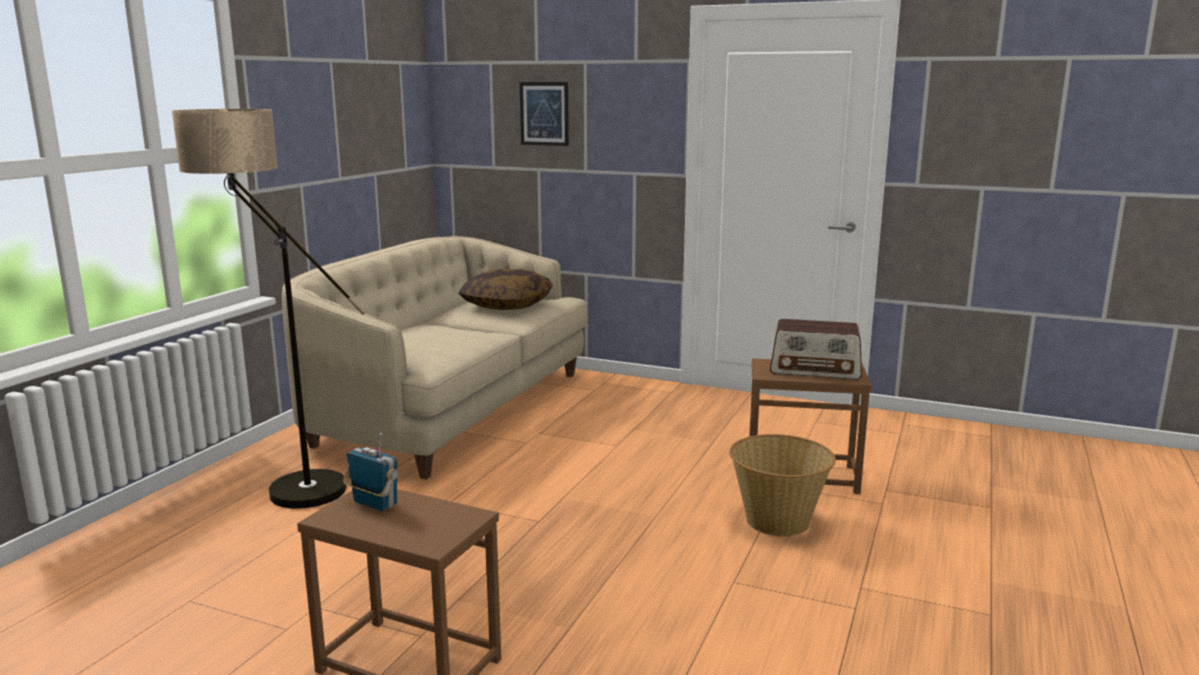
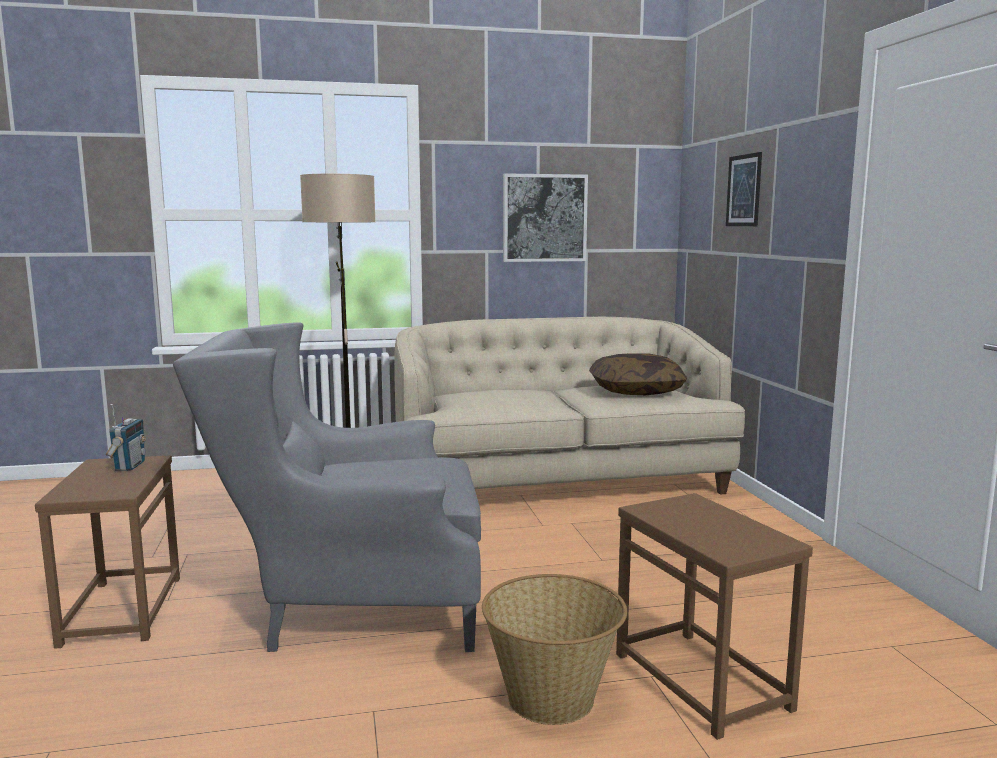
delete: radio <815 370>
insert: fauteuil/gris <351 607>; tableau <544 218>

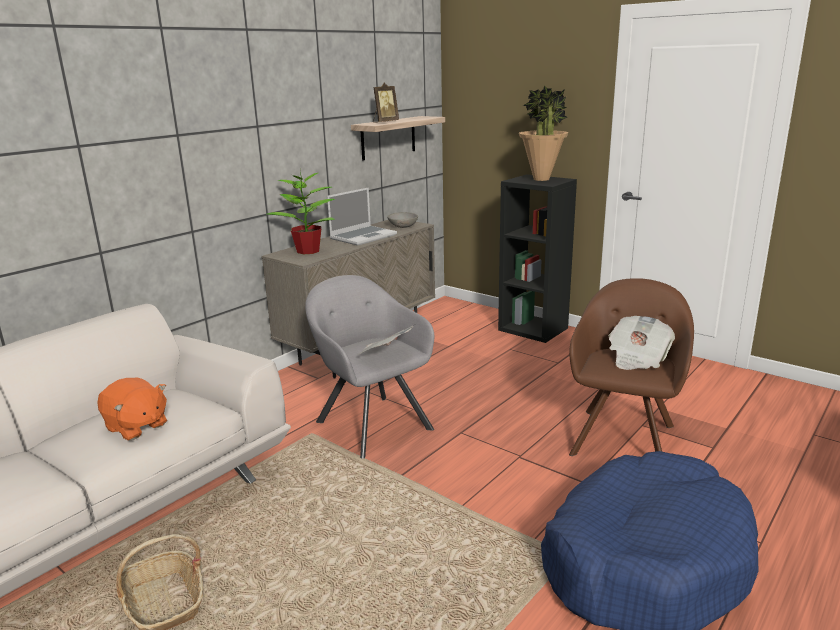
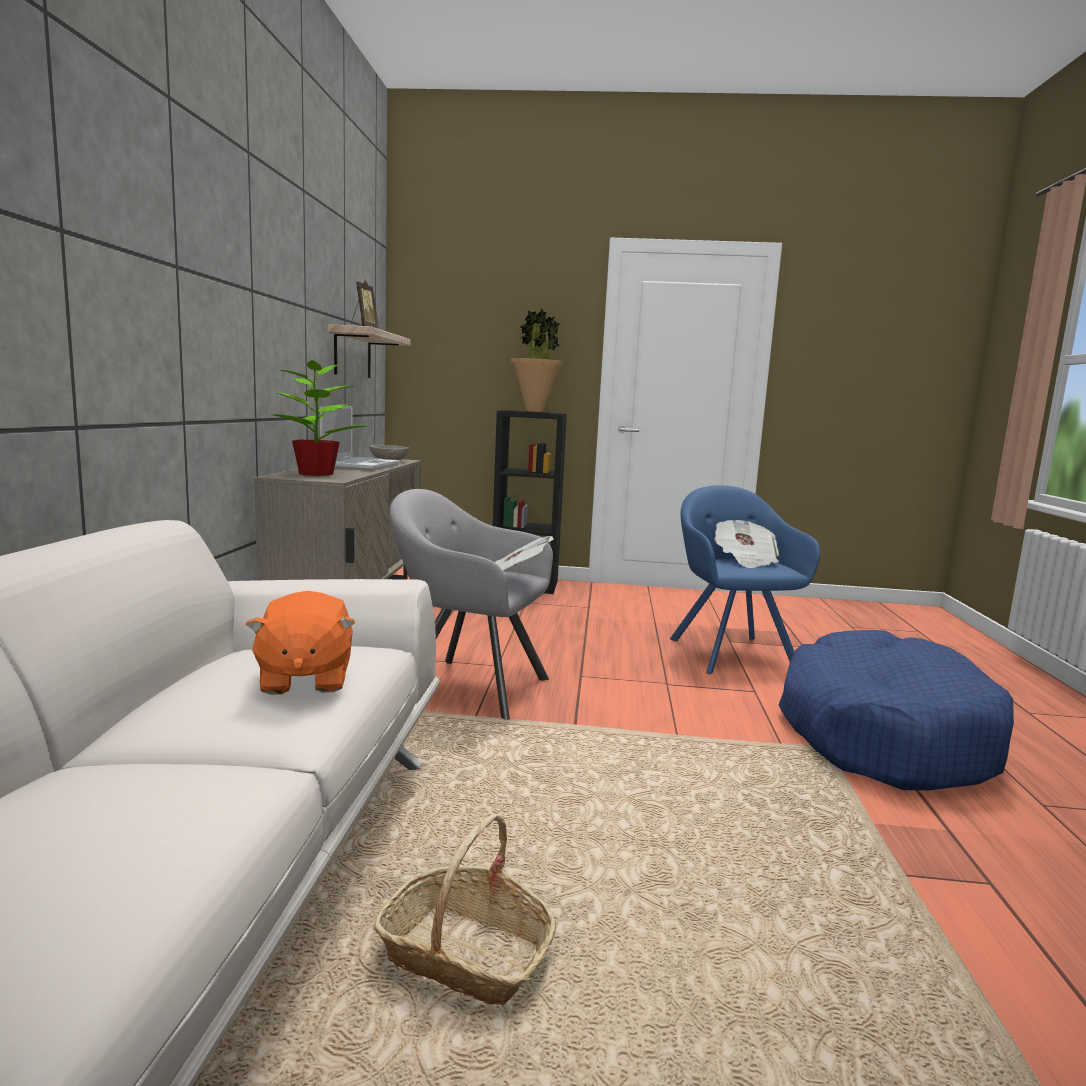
recolor: fauteuil/marron <624 436> to fauteuil/bleu <729 652>
rotate: peluche/orange <136 427> = <304 679> 75 degrees clockwise

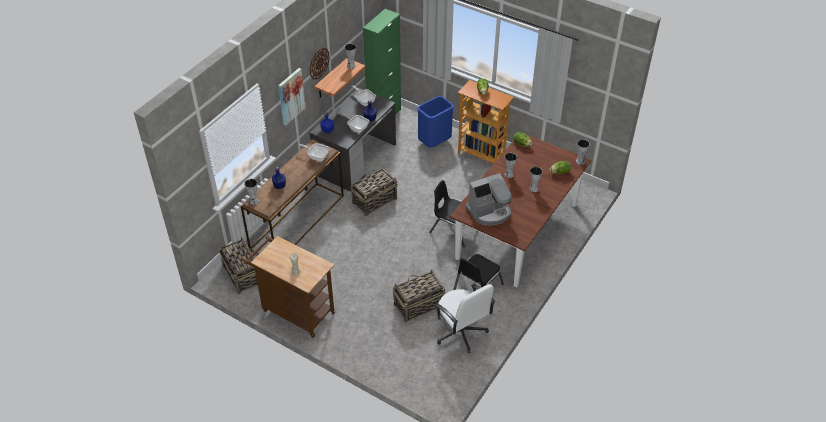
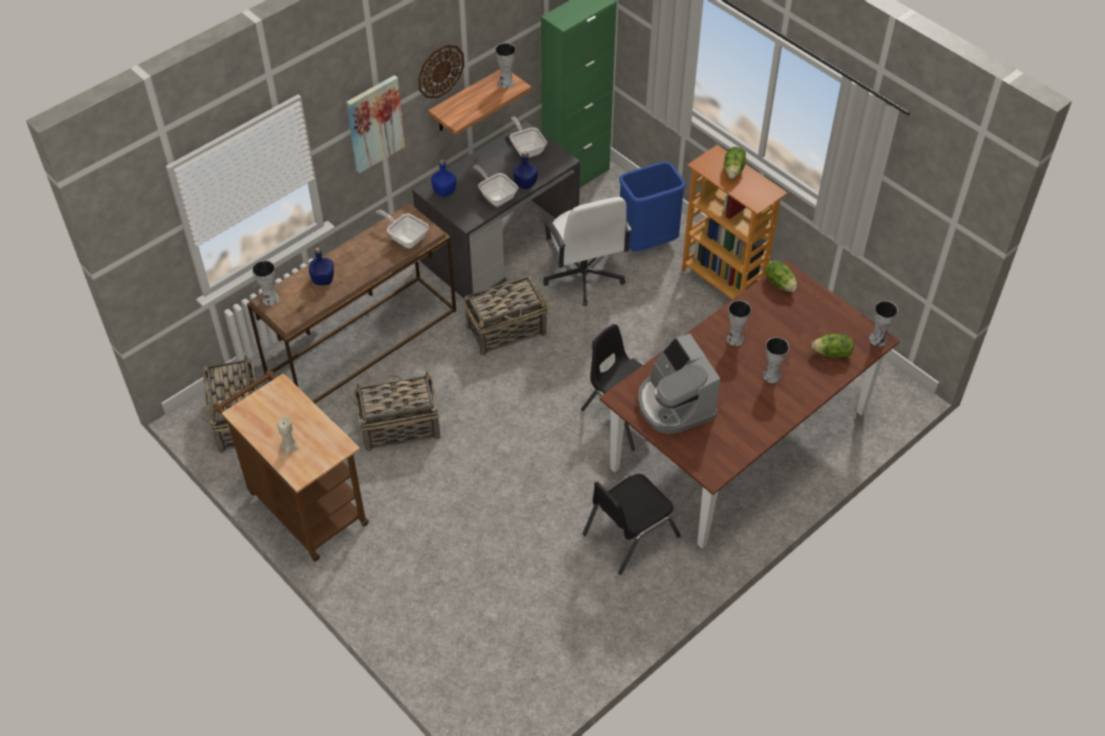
move: panier <418 305> to <399 427>; chaise de bureau/blanc <460 332> to <583 276>
rotate: machine à café <489 212> = <674 404> 75 degrees clockwise

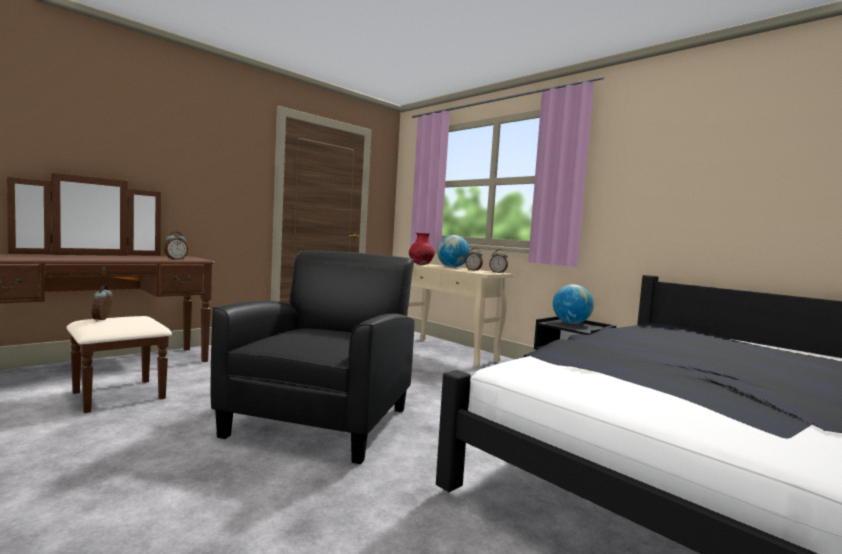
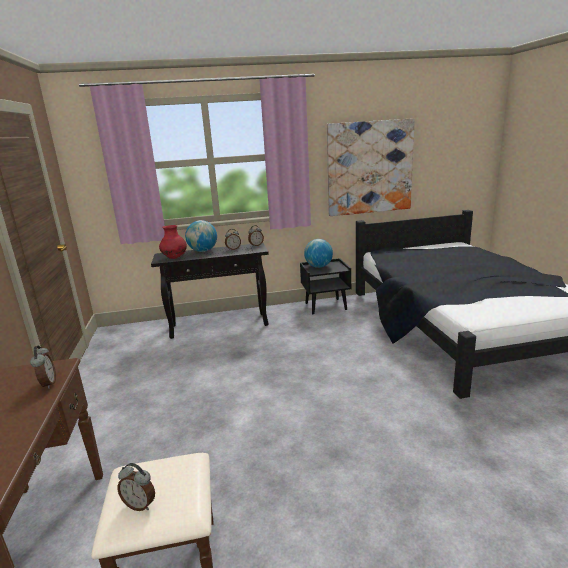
delete: fauteuil/noir <321 421>
insert: tableau <369 168>
recolor: table console/beige <447 352> to table console/noir <220 325>

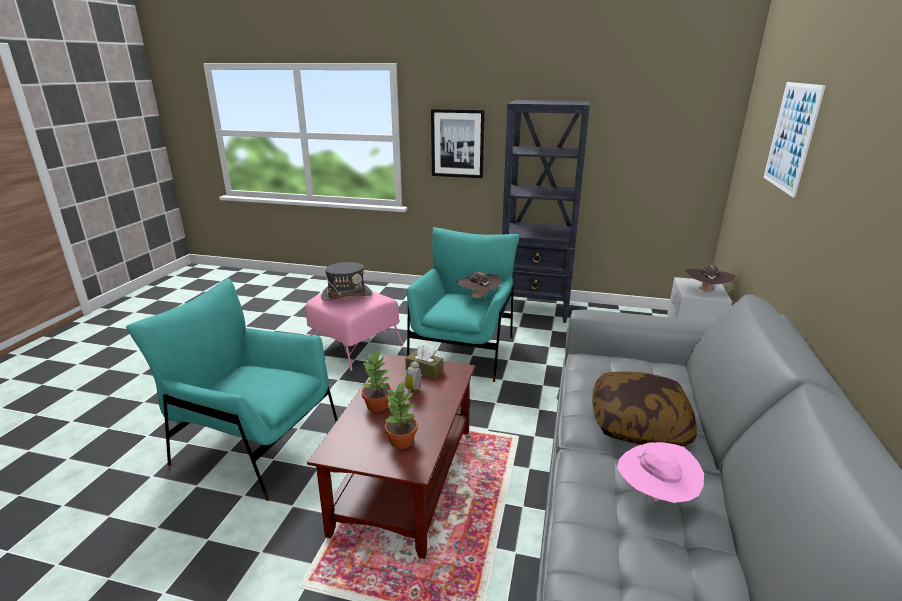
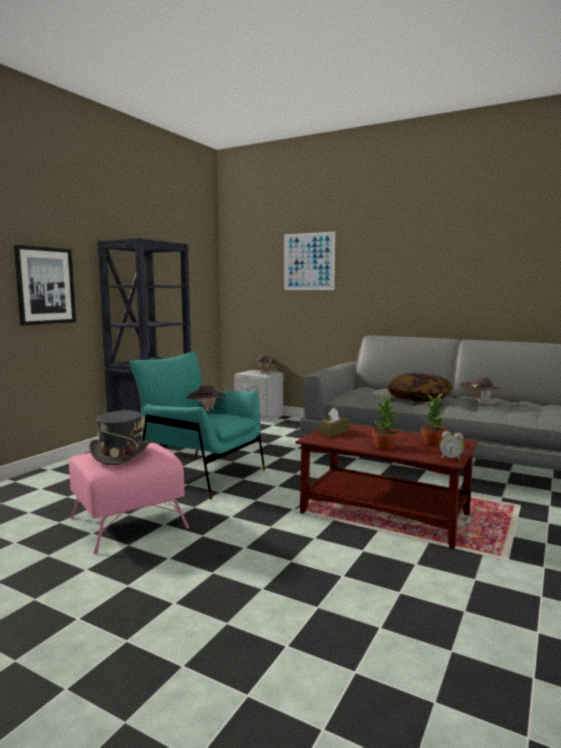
delete: fauteuil/turquoise <256 444>
move: réveil <414 390> to <451 459>
recolor: chapeau/rose <655 496> to chapeau/marron <481 403>

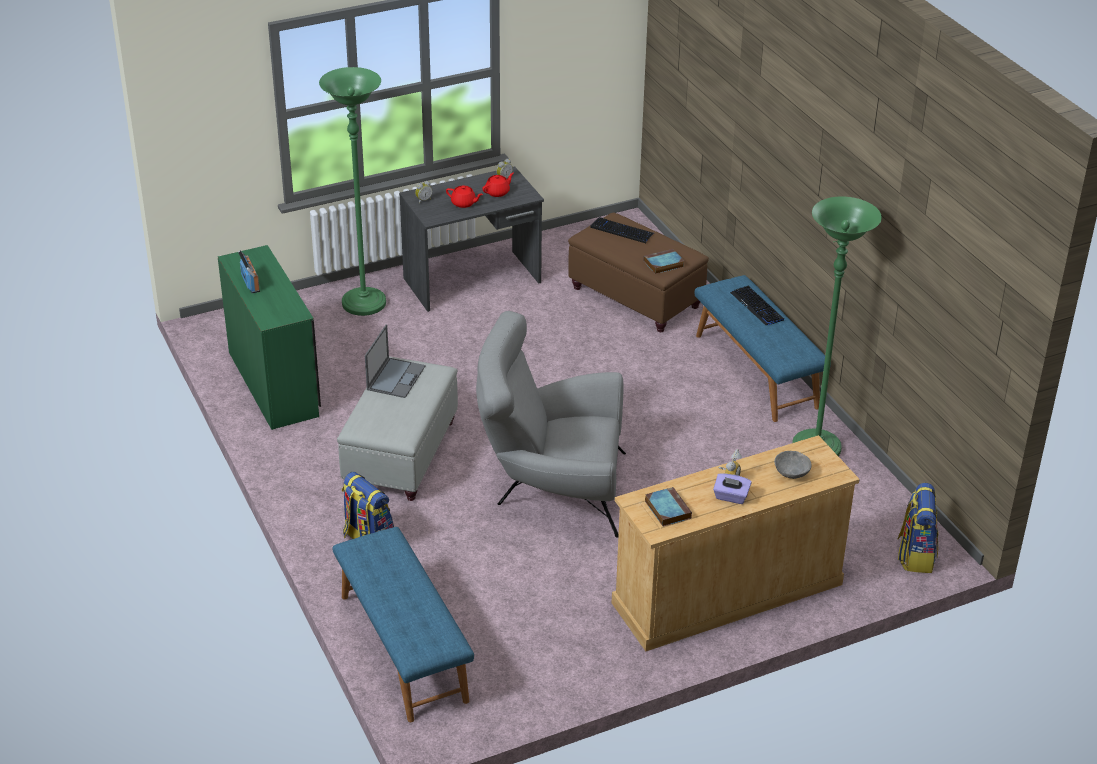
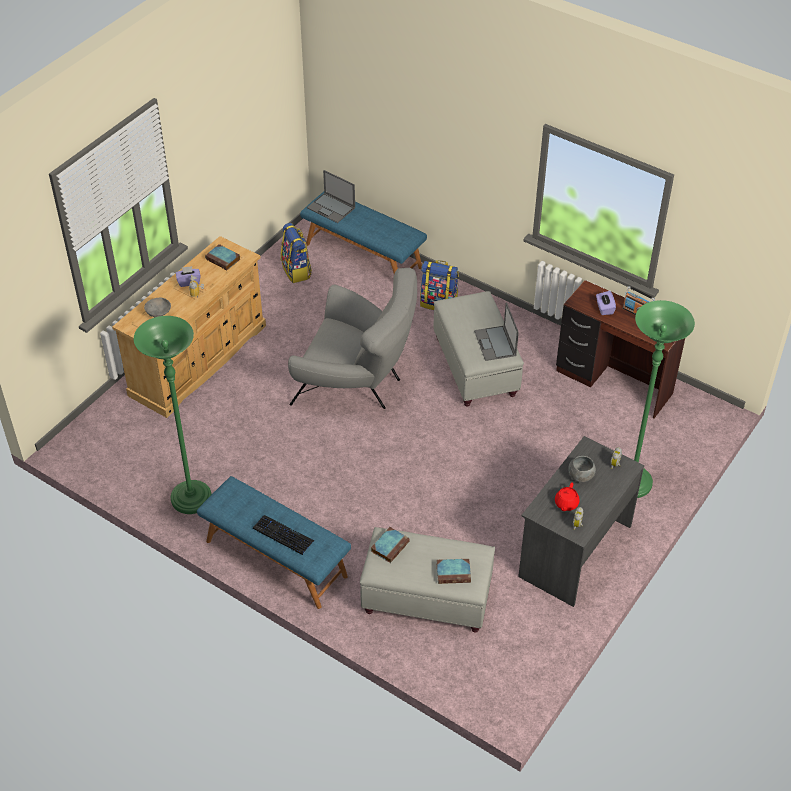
insert: ordinateur portable <331 208>; boîte à mouchoirs/violet <604 308>
move: sac à dos <915 555> to <297 271>
replace: théière/rouge <464 203> to bol/gris <580 476>; clavier <622 231> to livre <454 573>
recolor: bureau/vert <275 383> to bureau/marron <613 383>; pouf/marron <635 297> to pouf/gris <427 598>
rotate: fauteuil/gris <551 490> = <357 384> 45 degrees clockwise

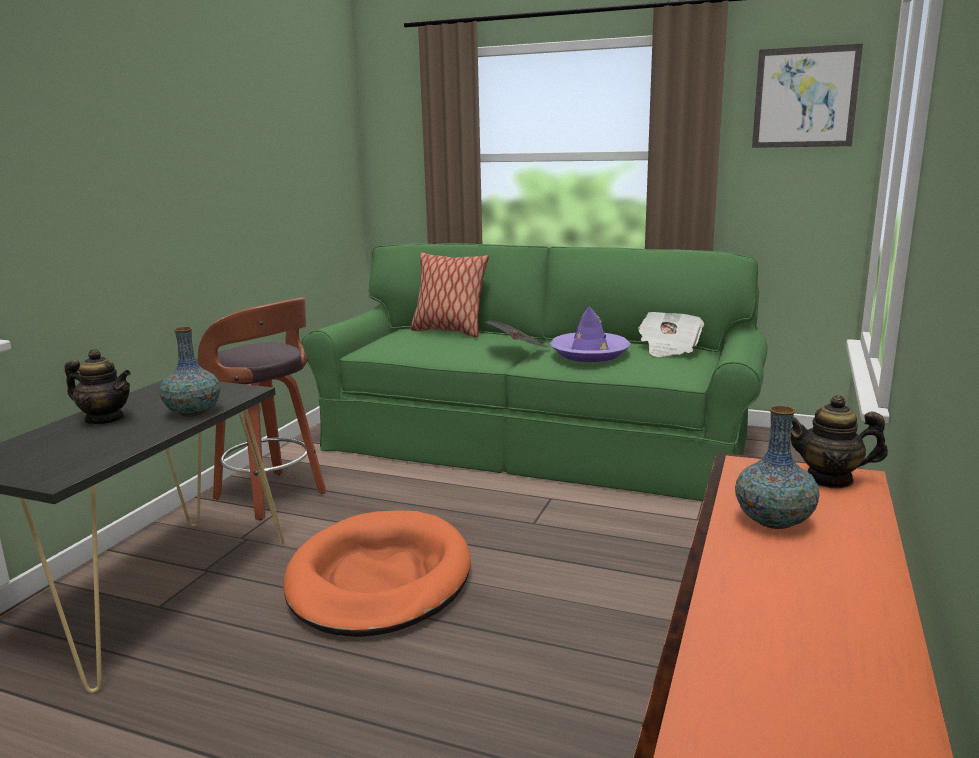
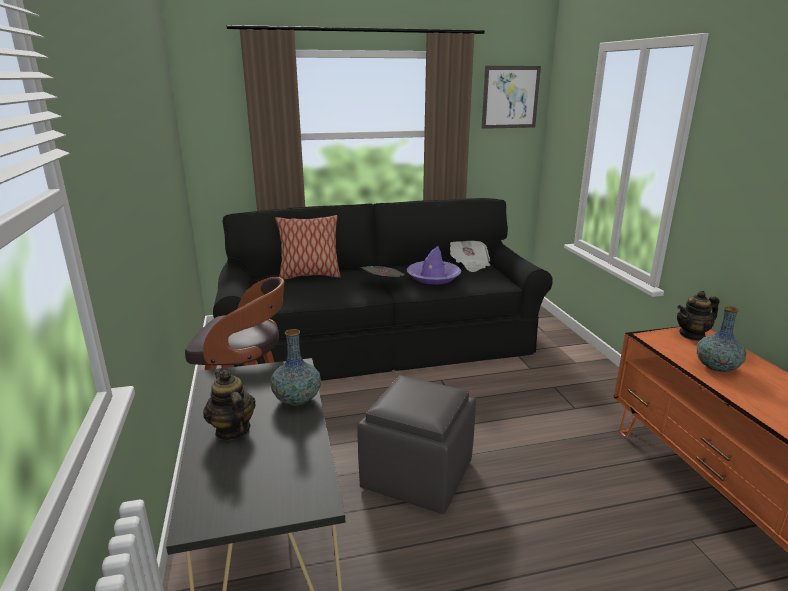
replace: panier pour chien/orange <379 579> to pouf/gris <418 476>
recolor: canapé/vert <534 444> to canapé/noir <382 344>
rotate: théière <105 419> = <232 430> 105 degrees counterclockwise

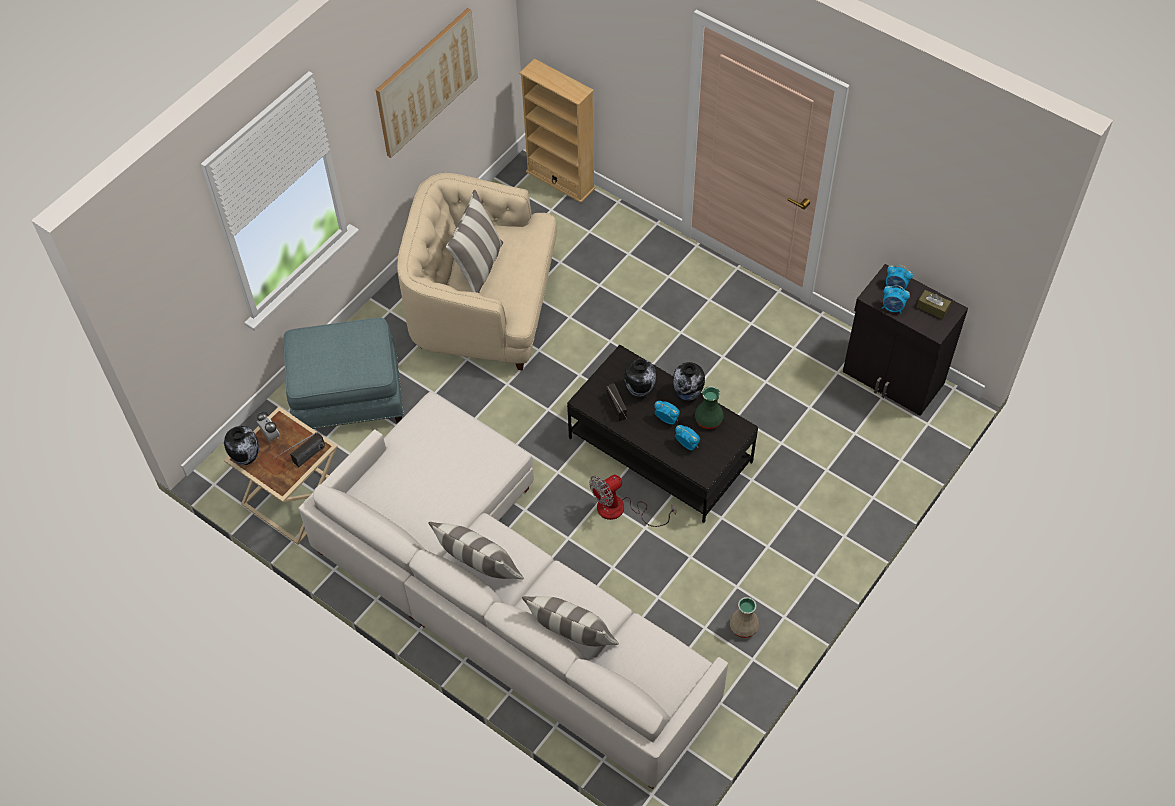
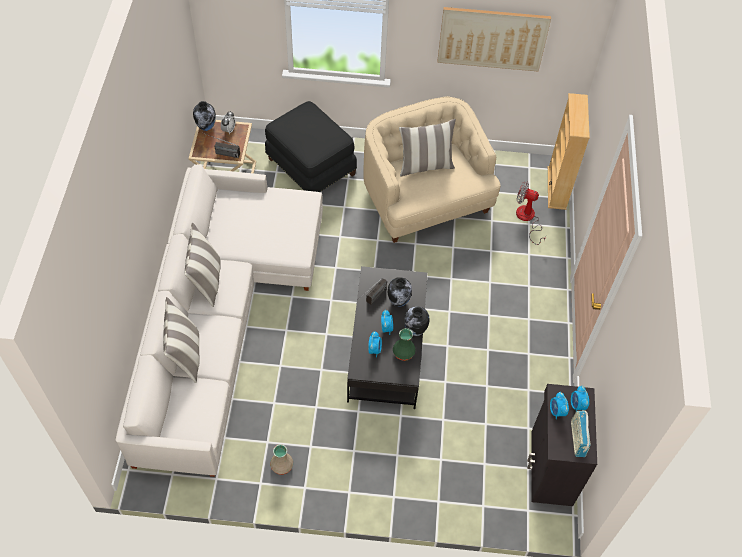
move: ventilateur <621 510> to <527 219>
replace: boîte à mouchoirs/marron <932 308> to radio <577 439>
recolor: pouf/bleu <348 398> to pouf/noir <310 167>

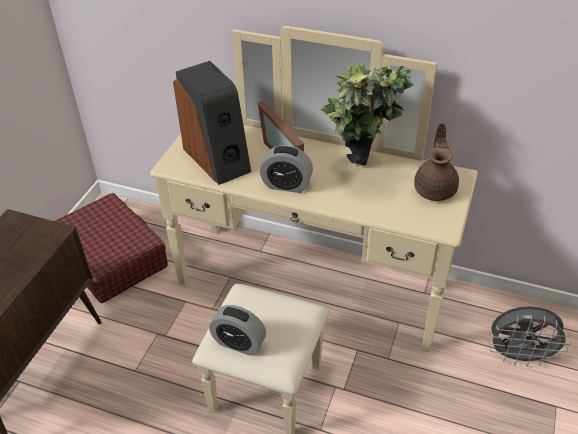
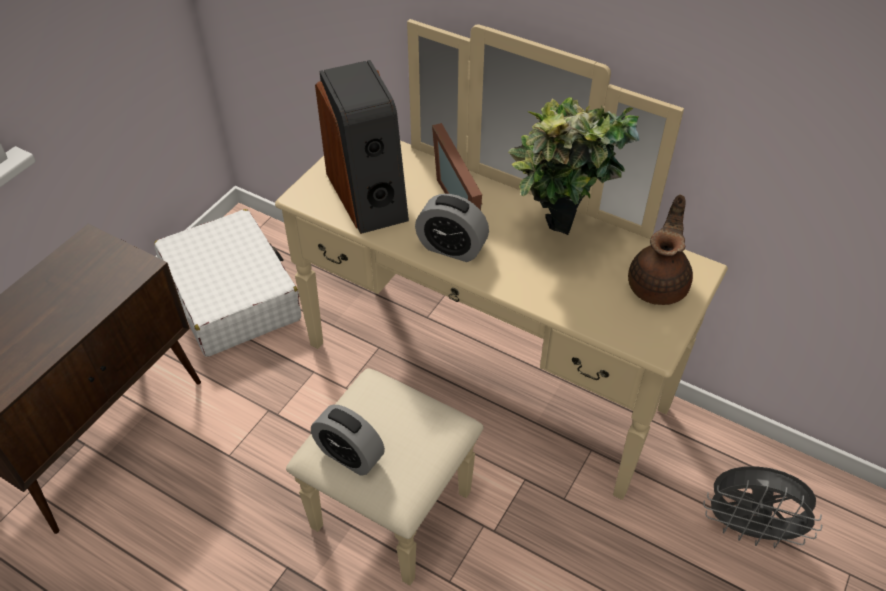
recolor: valise/rouge <111 257> to valise/blanc <232 295>

